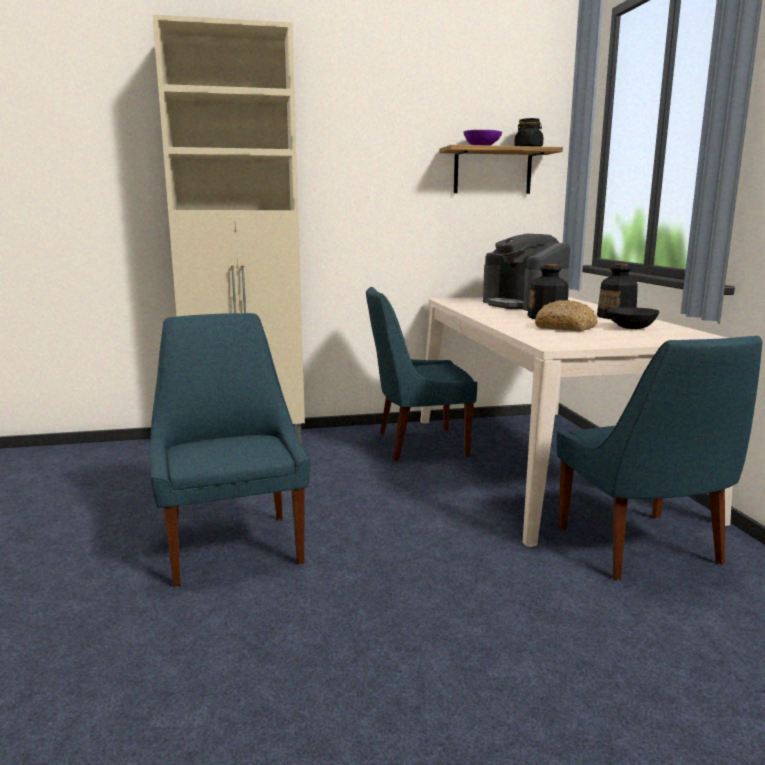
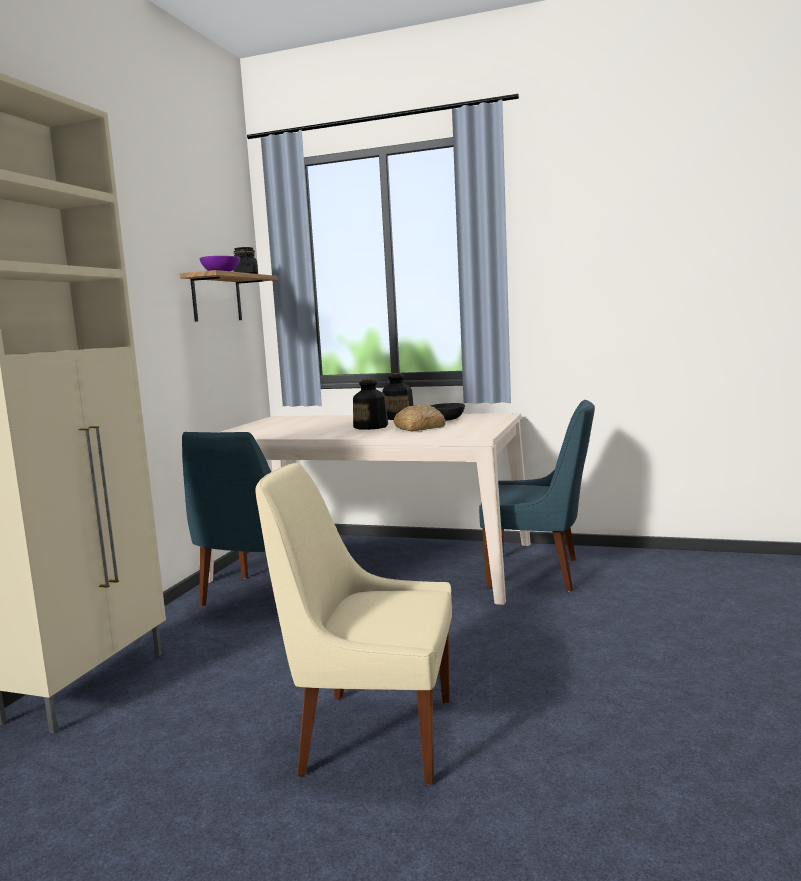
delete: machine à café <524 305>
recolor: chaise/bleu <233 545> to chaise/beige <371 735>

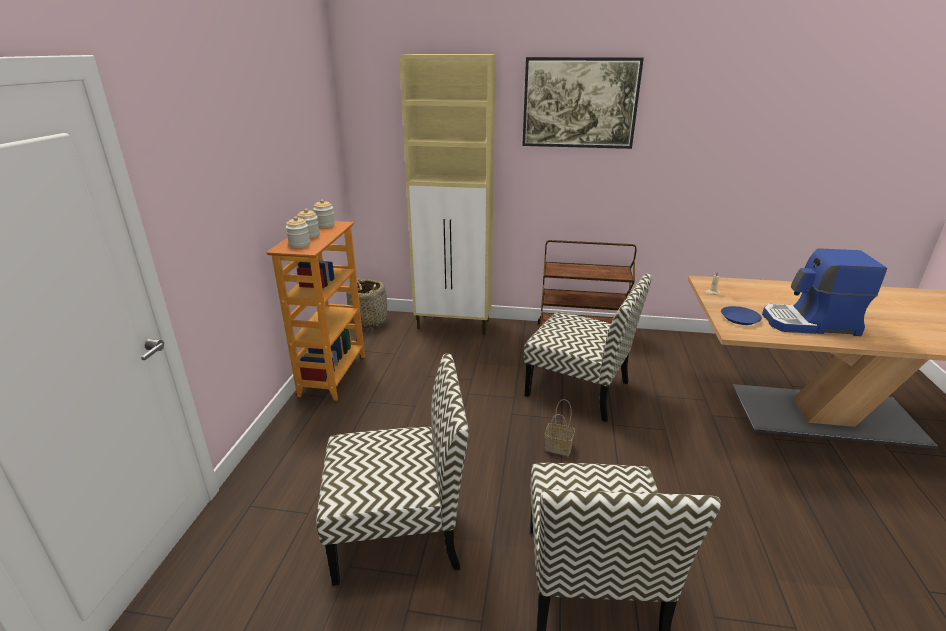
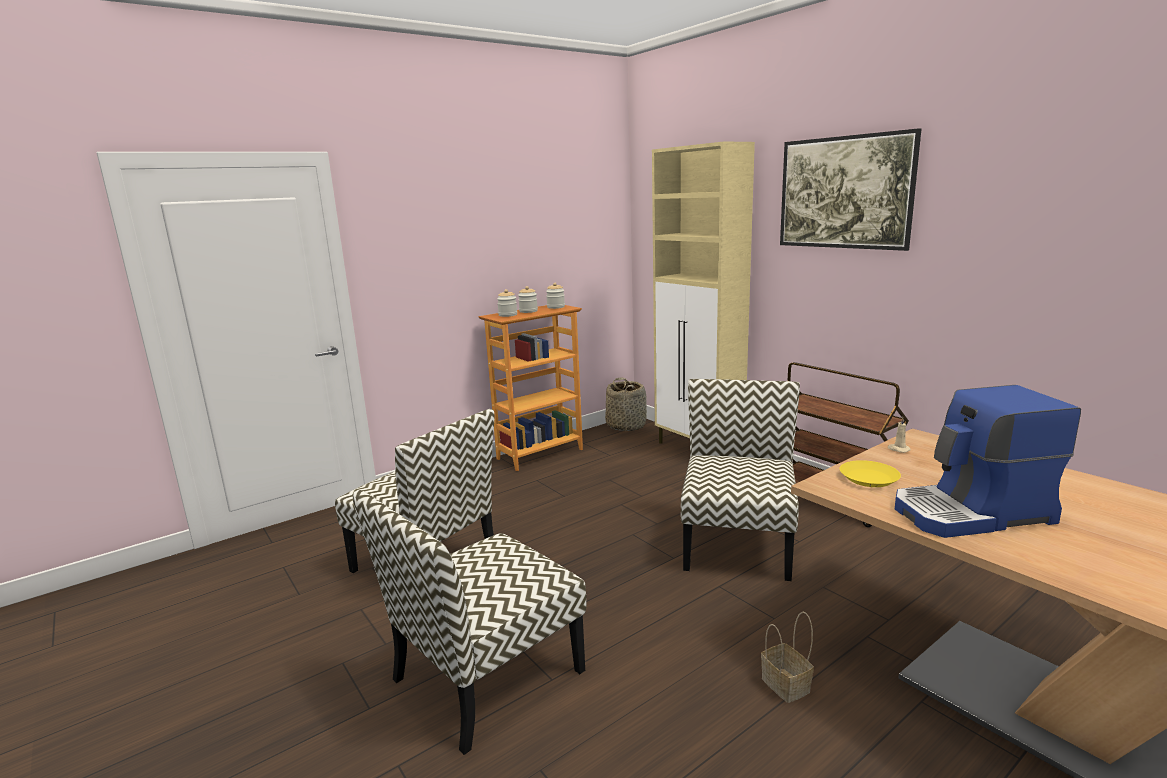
move: panier <559 447> to <787 685>
recolor: assiette/bleu <740 319> to assiette/jaune <869 478>
rotate: chaise <579 389> = <737 544> 150 degrees counterclockwise; machine à café <810 323> = <972 514> 60 degrees counterclockwise

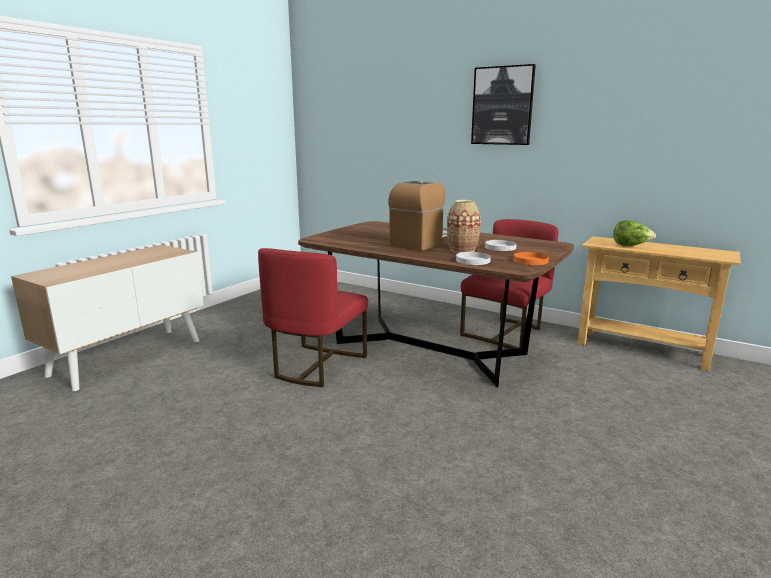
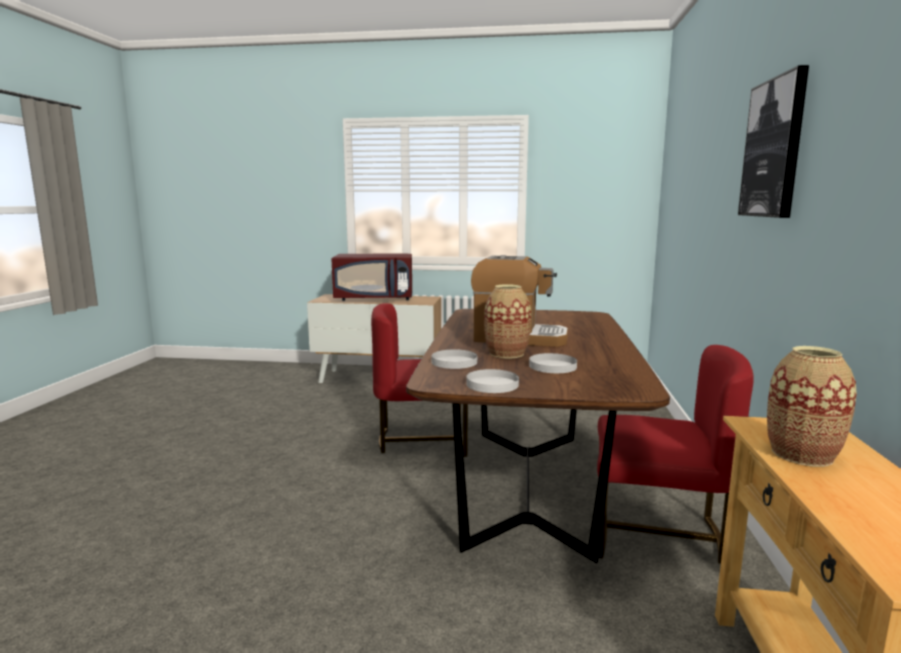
insert: micro-ondes/rouge <375 298>
replace: laitue <630 246> to vase <802 454>
recolor: assiette/orange <531 260> to assiette/blanc <492 384>

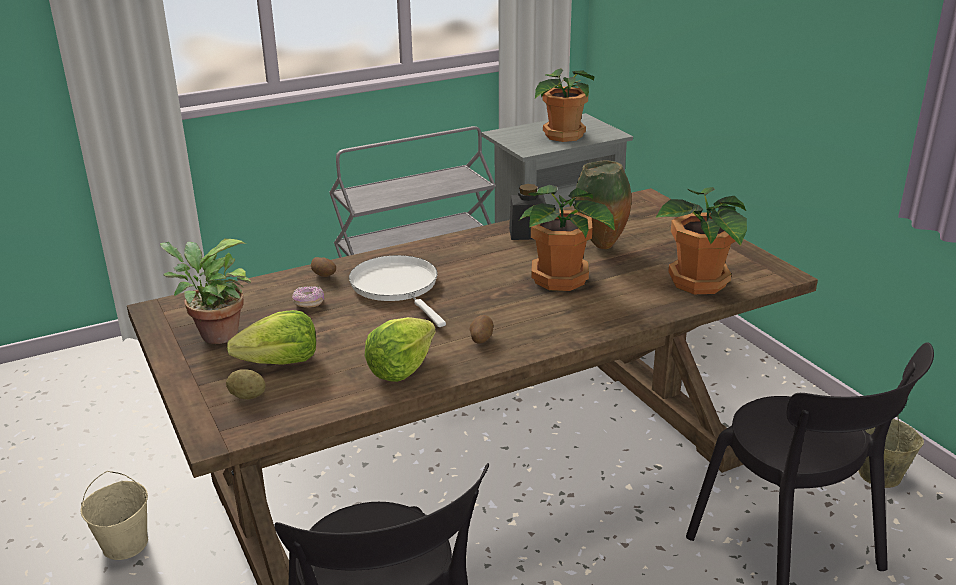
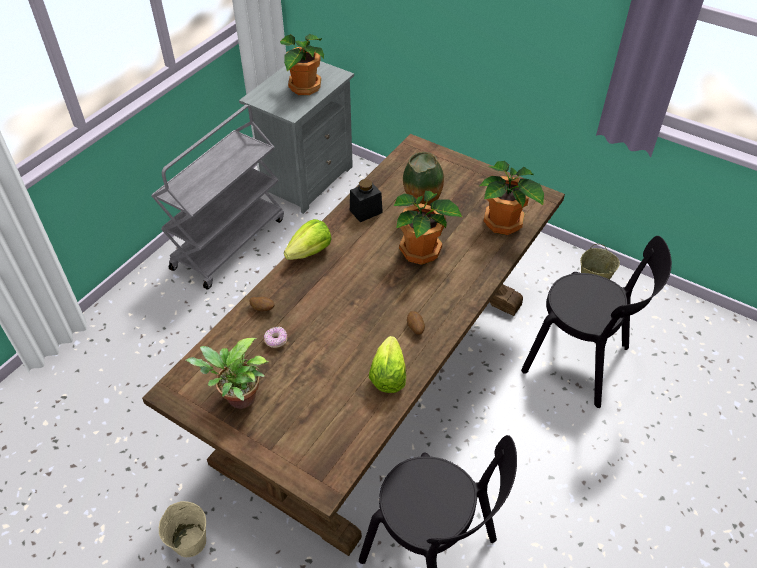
delete: pomme de terre <247 396>; poêle/blanc <397 287>
move: laitue <280 363> to <310 252>

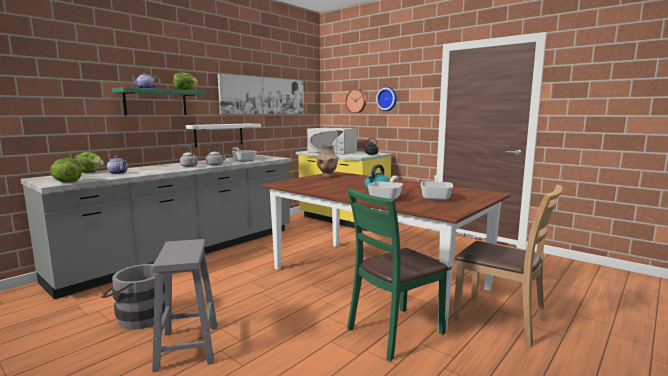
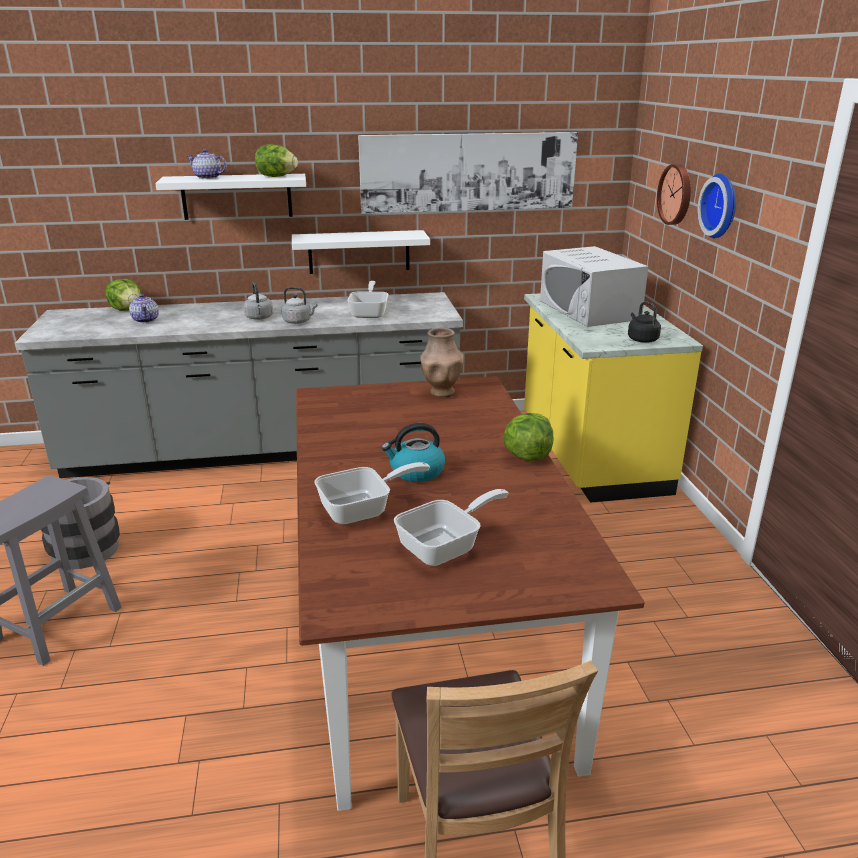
delete: chaise/vert <395 332>
move: laitue <67 182> to <527 456>
recolor: étagère/vert <156 102> to étagère/blanc <237 196>

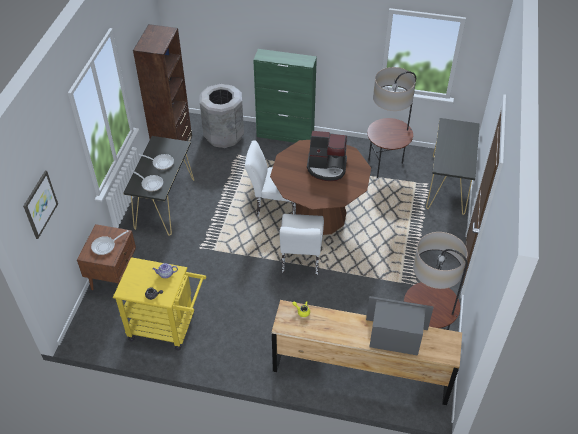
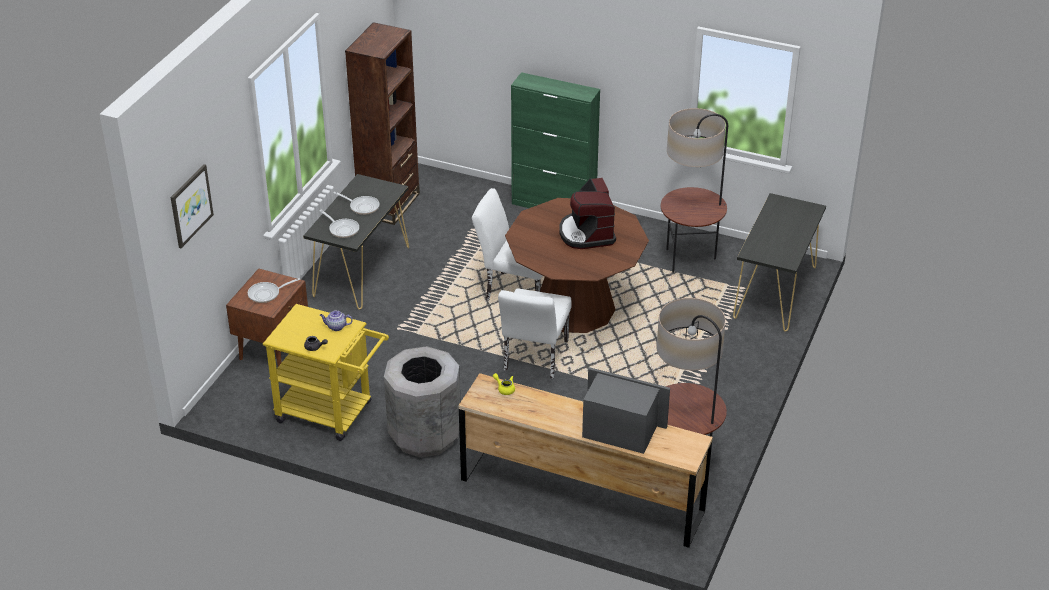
move: poubelle/gris <224 136> to <425 436>
rotate: machine à café <327 167> = <586 233> 60 degrees clockwise

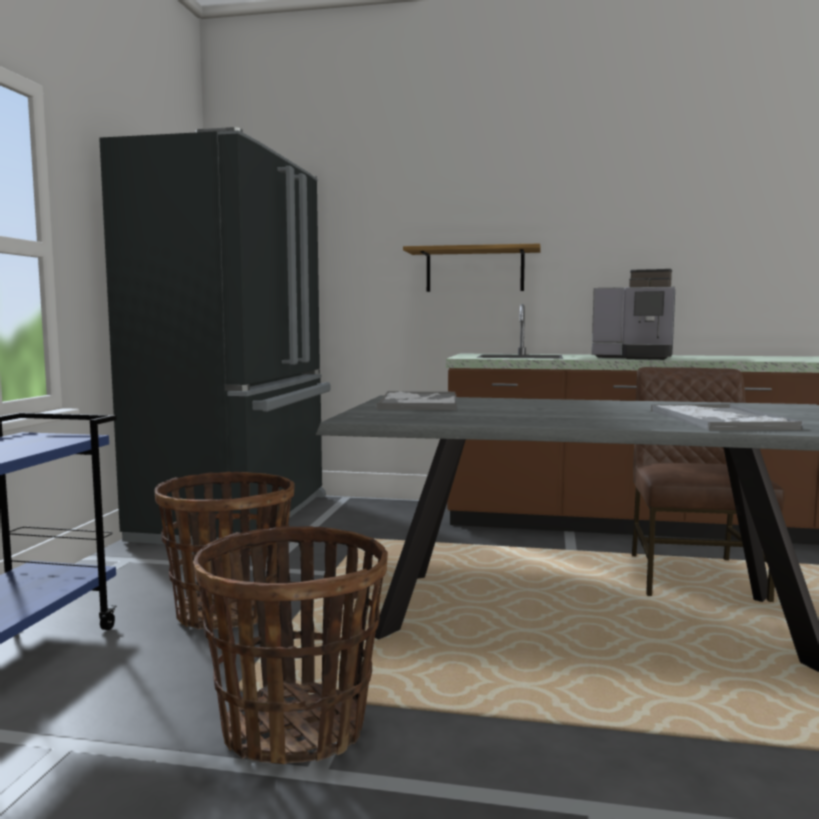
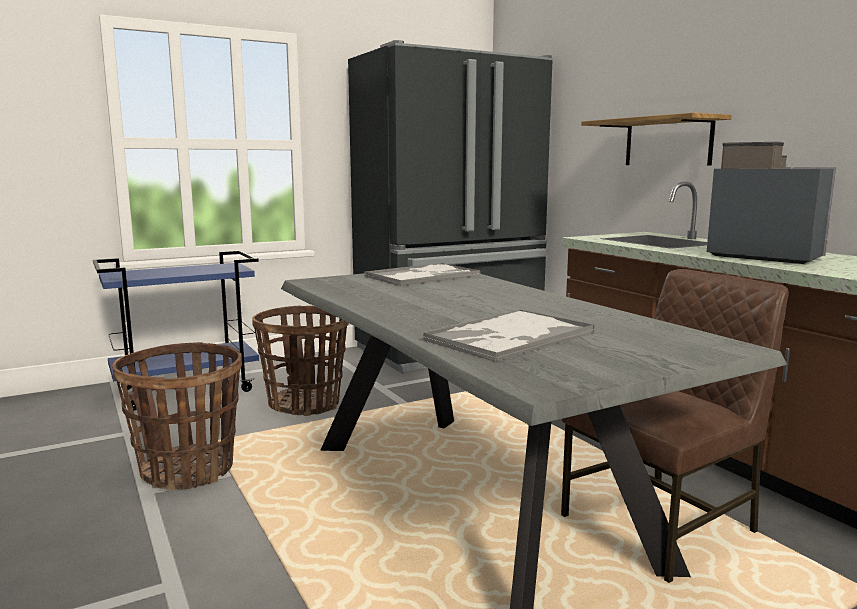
rotate: machine à café <635 357> = <761 256> 150 degrees clockwise

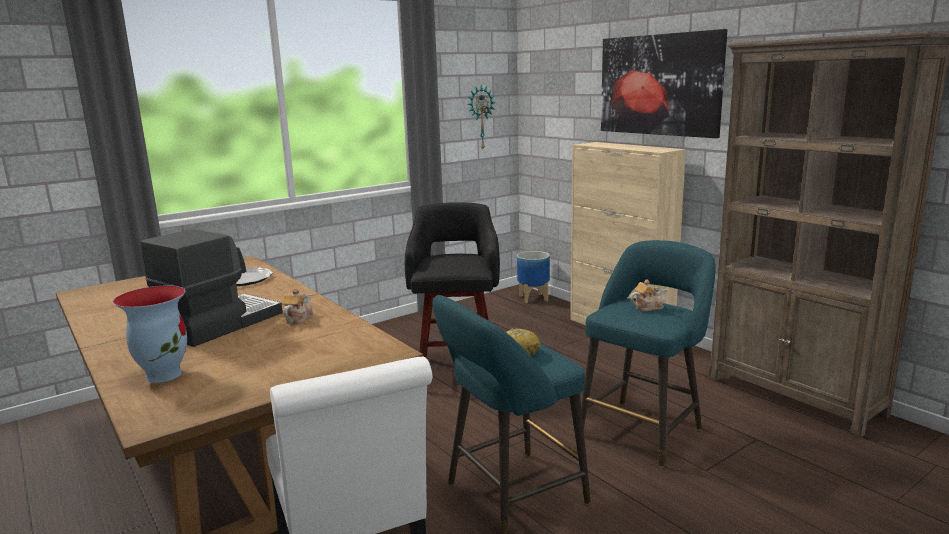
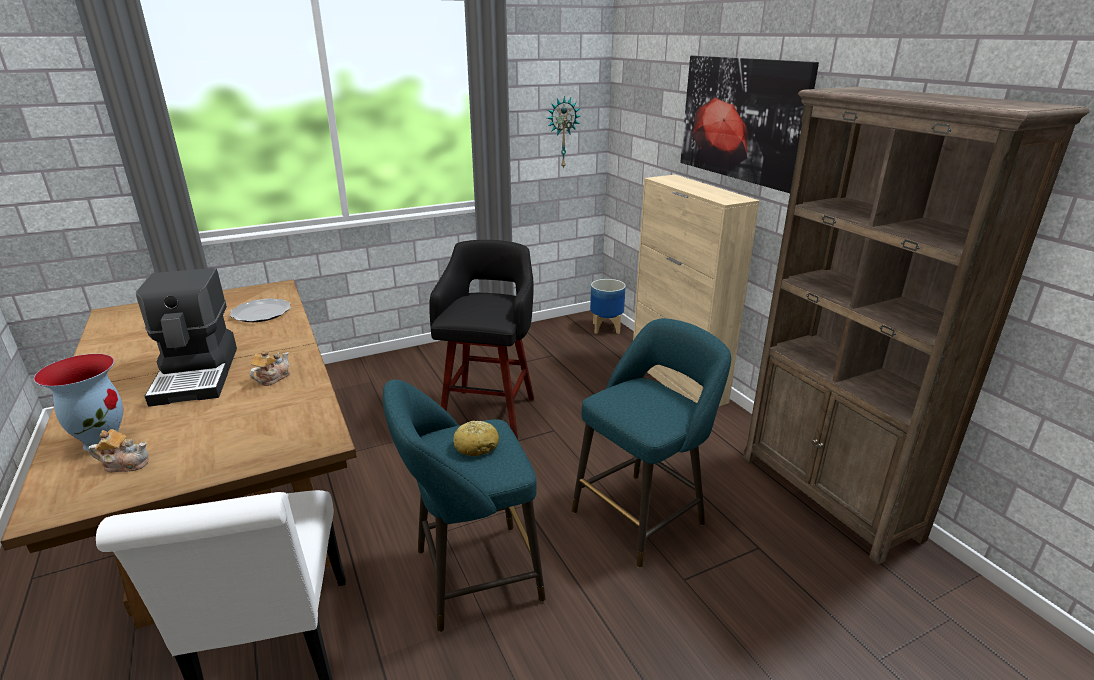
move: théière <648 307> to <125 464>
rotate: machine à café <219 324> = <198 374> 120 degrees clockwise

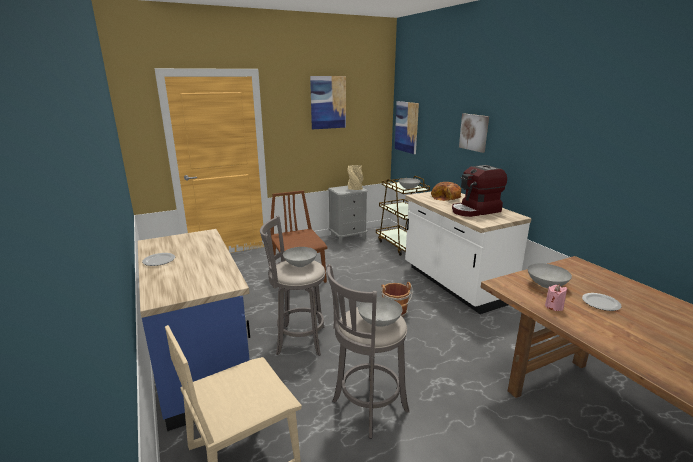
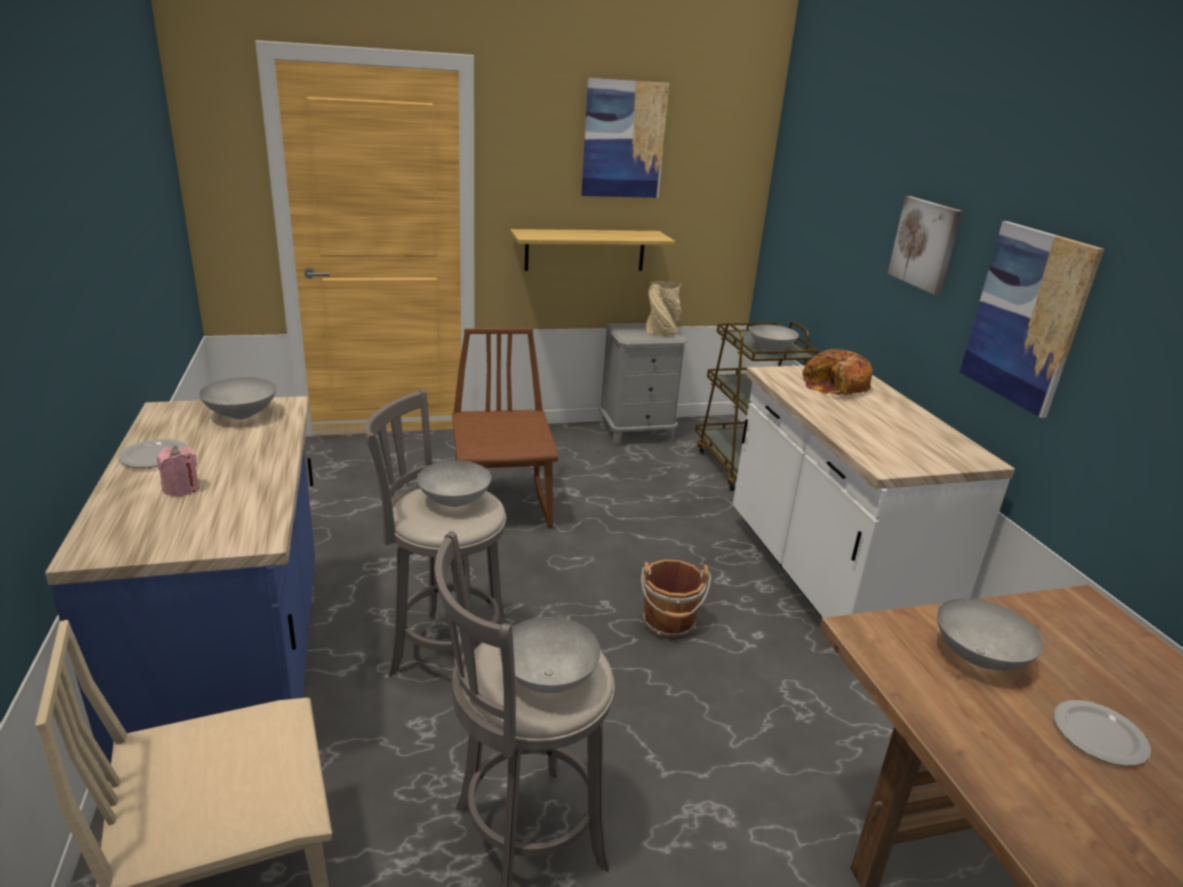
delete: machine à café <475 211>
insert: bol/gris <240 415>; étagère <585 250>
move: tableau <406 127> to <1026 317>; bougie/rose <554 307> to <181 488>

